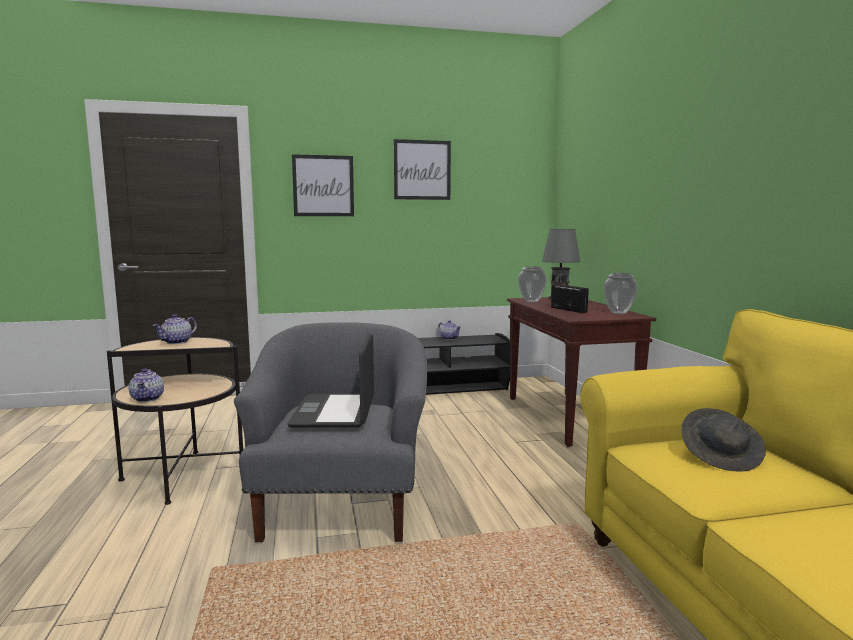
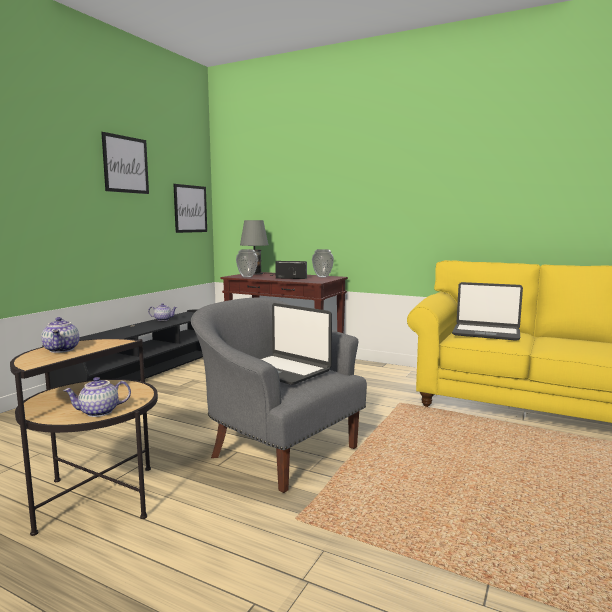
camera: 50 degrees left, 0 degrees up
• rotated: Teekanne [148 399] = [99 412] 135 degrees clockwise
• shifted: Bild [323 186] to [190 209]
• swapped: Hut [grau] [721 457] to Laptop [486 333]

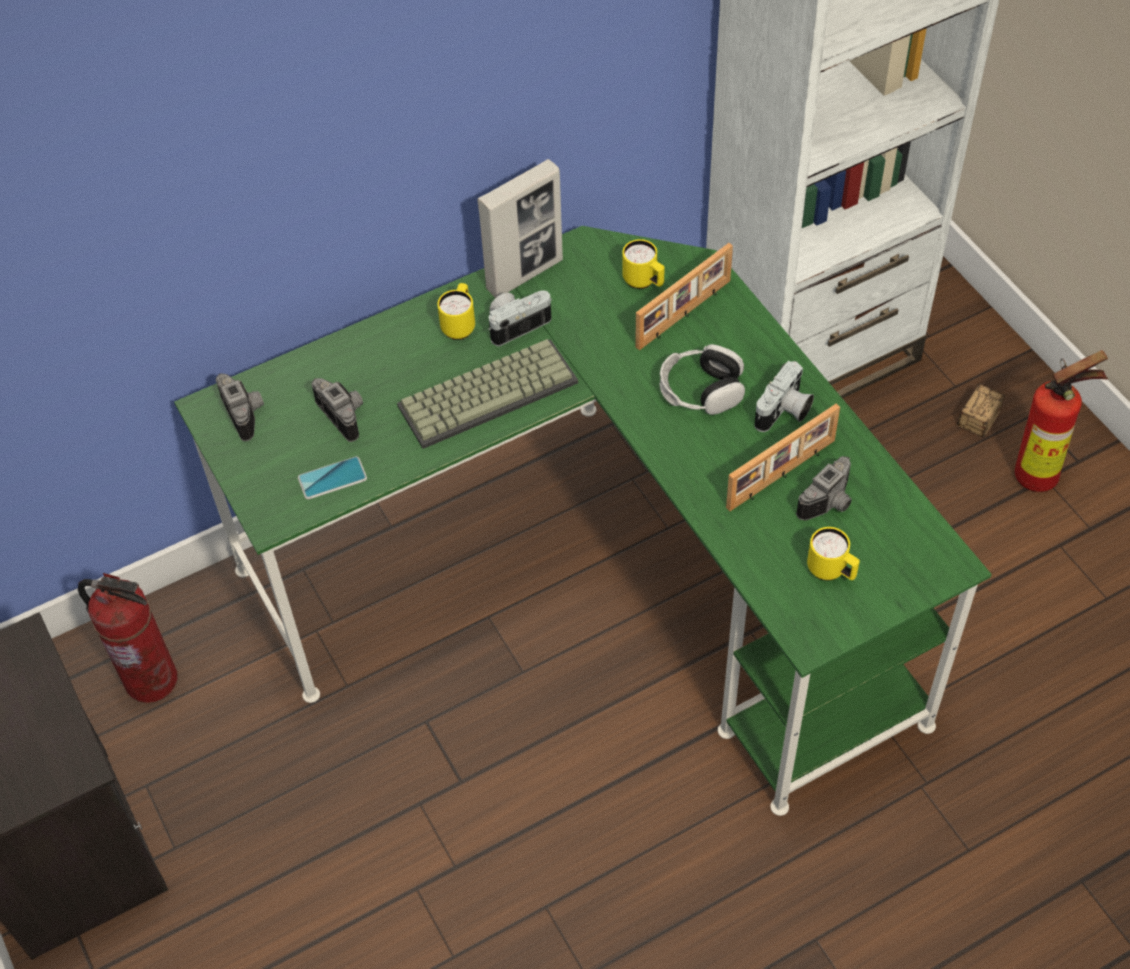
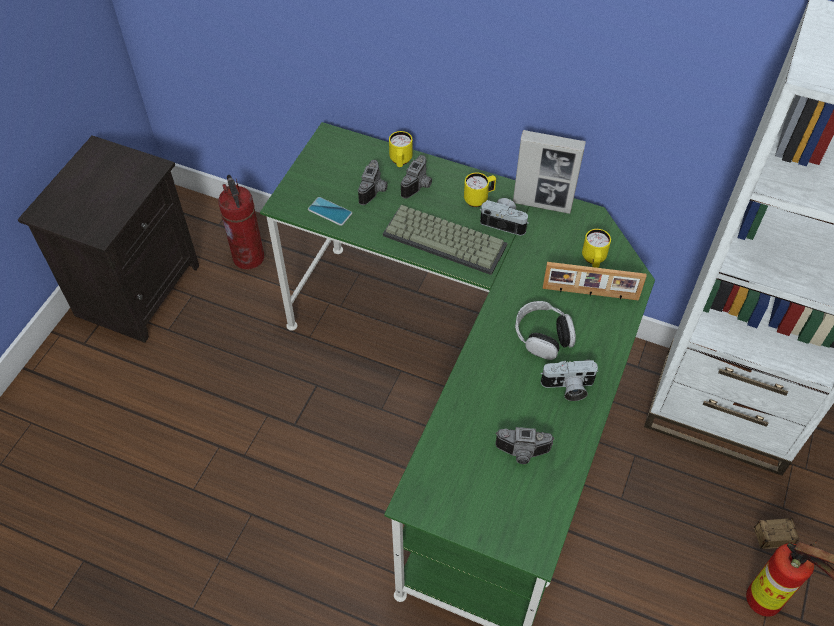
camera: 50 degrees right, 0 degrees up
• shifted: Henkelbecher [gelb] [831 571] to [400 161]
• shifted: Kamera [247 413] to [419 186]
• gone: Bilderrahmen [782 475]

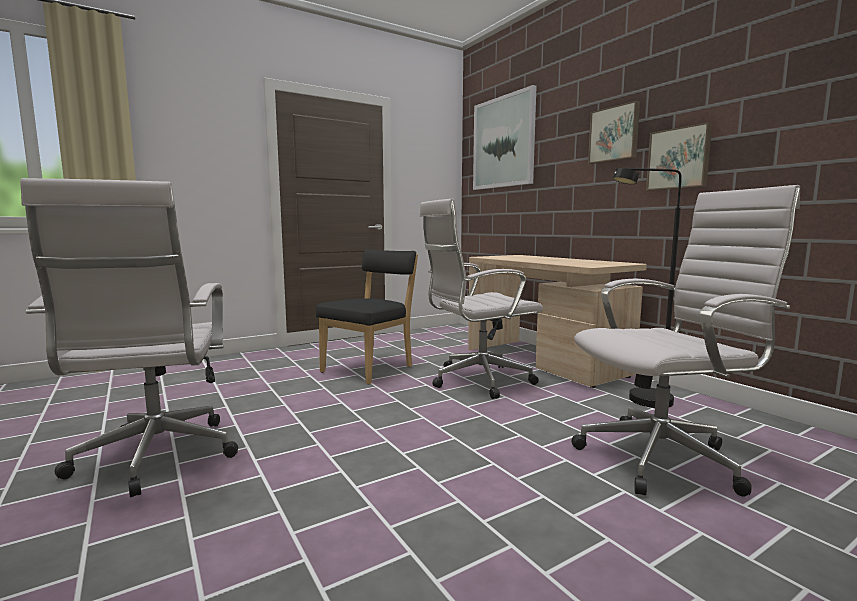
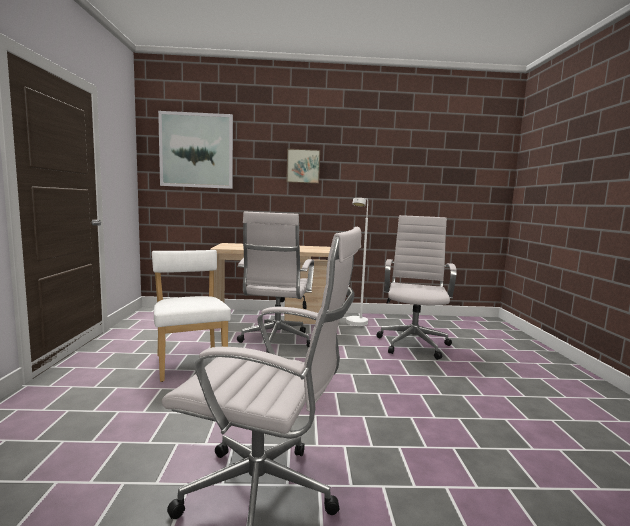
camera: 60 degrees left, 0 degrees up
• repainted: Stuhl [schwarz] [370 368] to Stuhl [weiß] [190 362]
• repainted: Stehlampe [schwarz] [640 402] to Stehlampe [weiß] [355 324]
• gone: Bild [679 158]

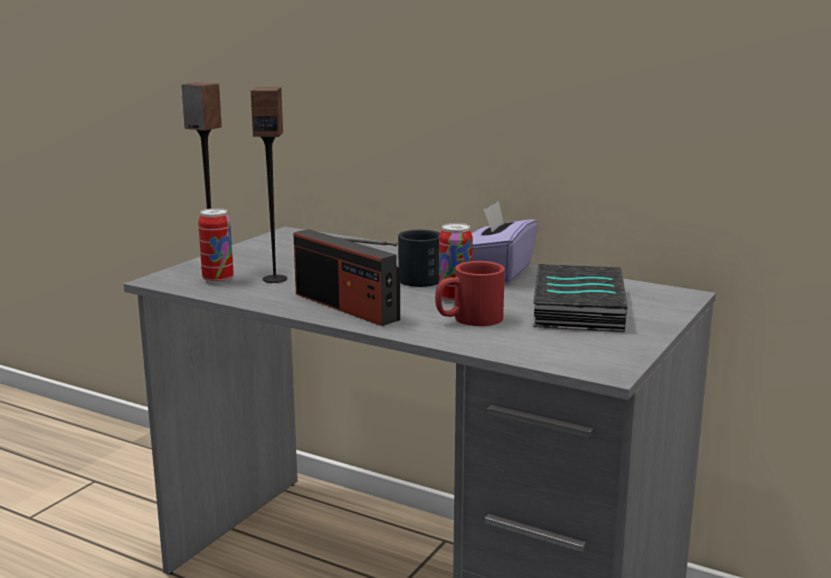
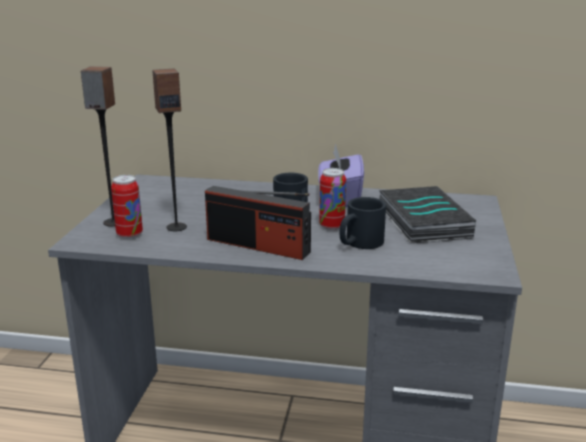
camera: 20 degrees left, 5 degrees up
• repainted: Henkelbecher [rot] [468 319] to Henkelbecher [schwarz] [359 244]

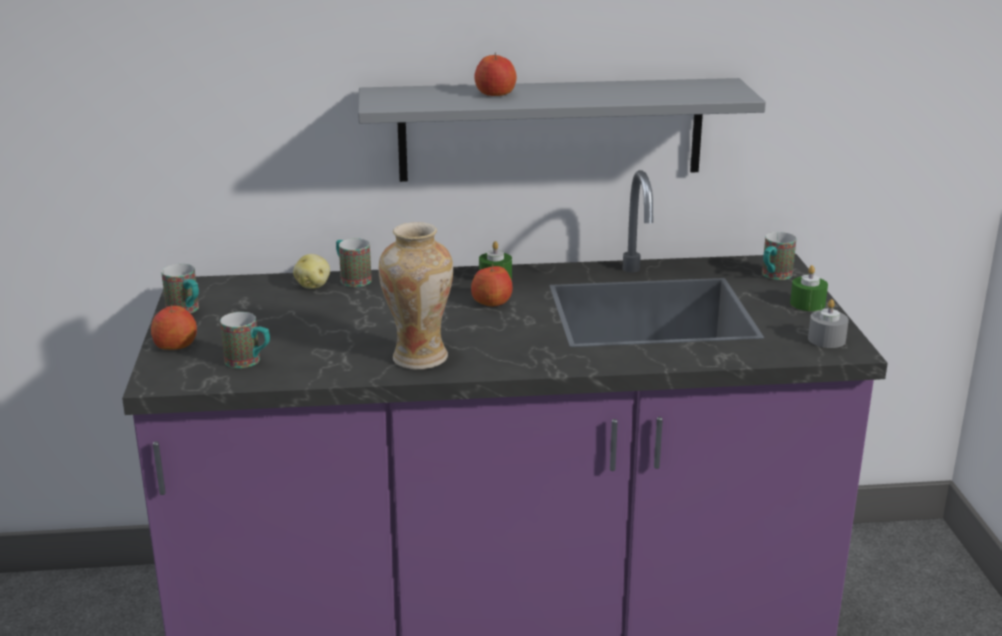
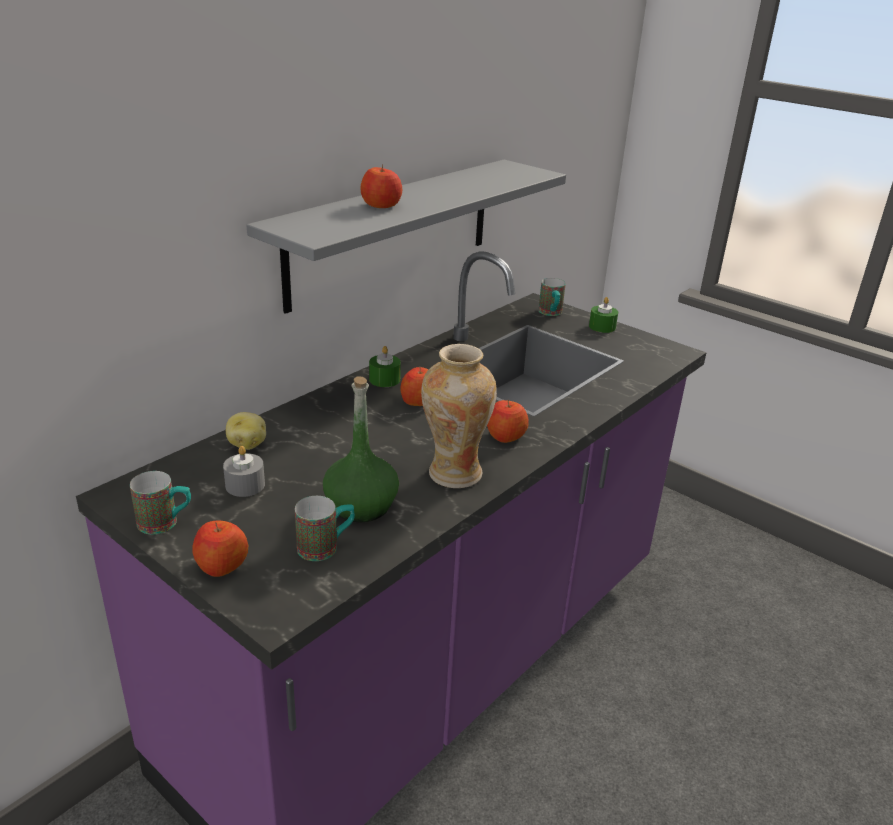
camera: 45 degrees left, 5 degrees up
• shifted: Kerze [grau] [826 339] to [245 485]
• new: Flasche [grün] [361 506]
• new: Apfel [505 436]
• gone: Henkelbecher [352 279]

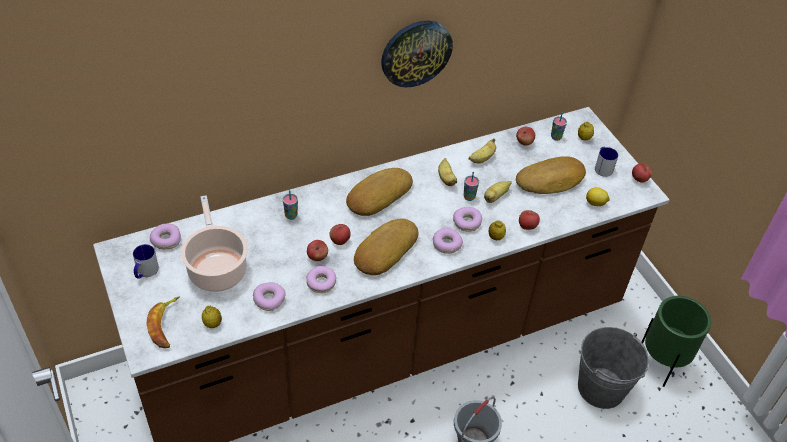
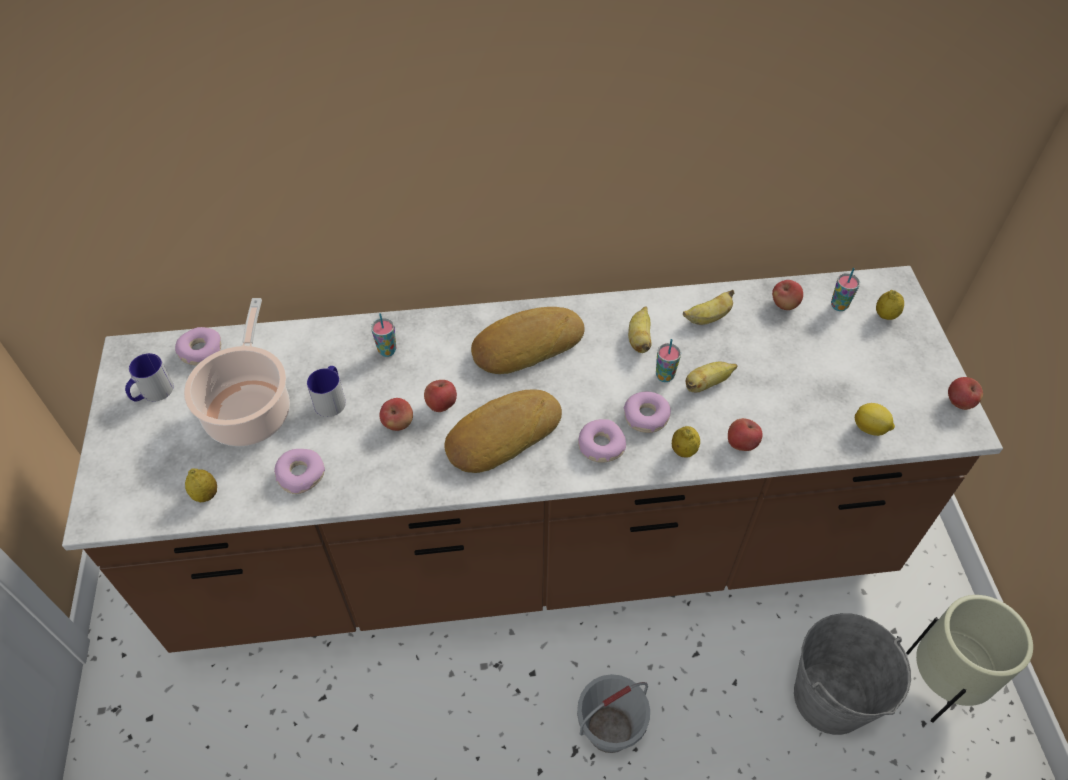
camera: 20 degrees right, 5 degrees up
• shifted: Henkelbecher [602 167] to [331 399]
• repainted: Pflanzkübel [grün] [661 364] to Pflanzkübel [beige] [938 683]
• gone: Banane [165 325]
• gone: Donut [321 282]
• gone: Wanduhr [416 53]
• gone: Brot [551 180]

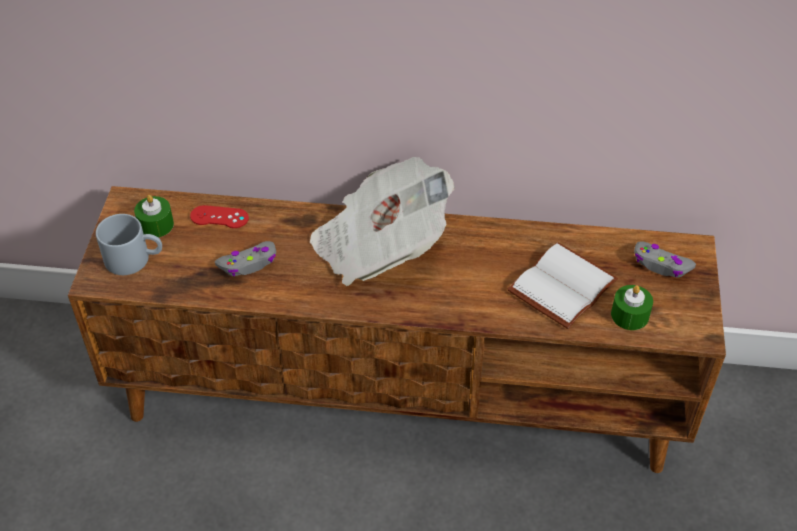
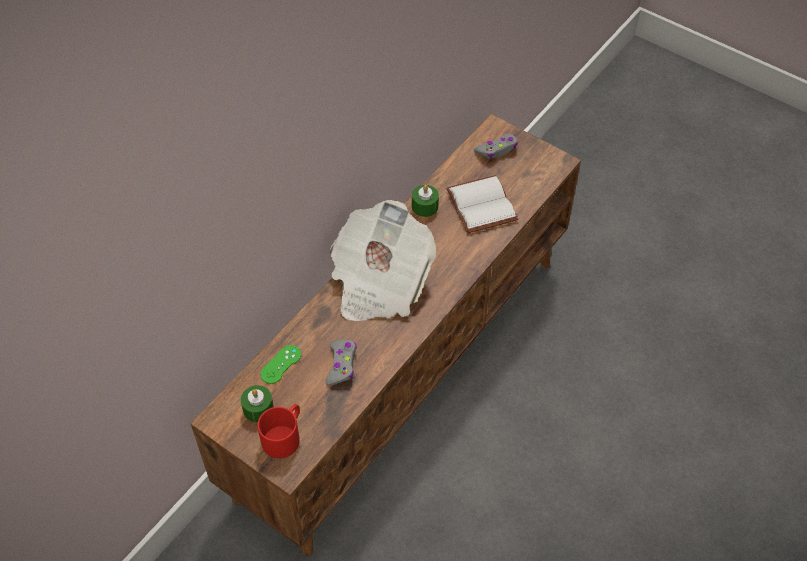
camera: 60 degrees left, 5 degrees up
• repainted: Henkelbecher [grau] [135 258] to Henkelbecher [rot] [284 435]
• repainted: Gamepad [rot] [219 217] to Gamepad [grün] [281 364]
• shifted: Kerze [grün] [630 315] to [425 206]

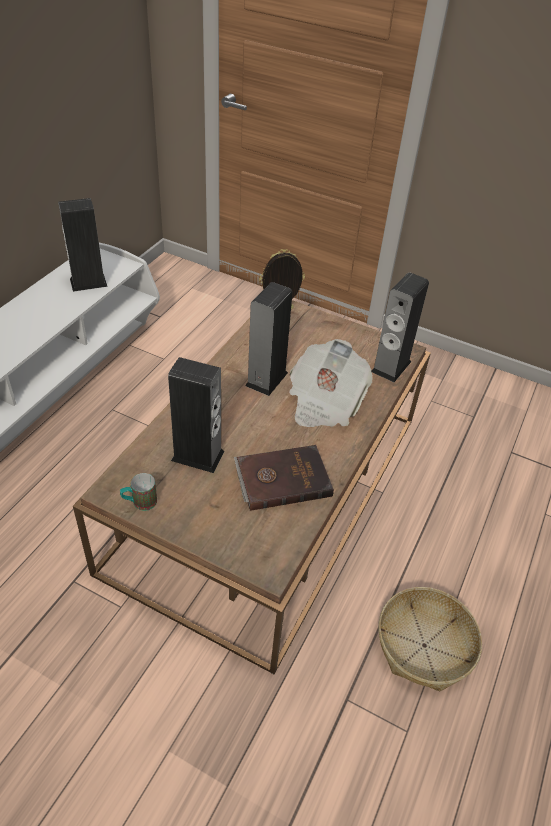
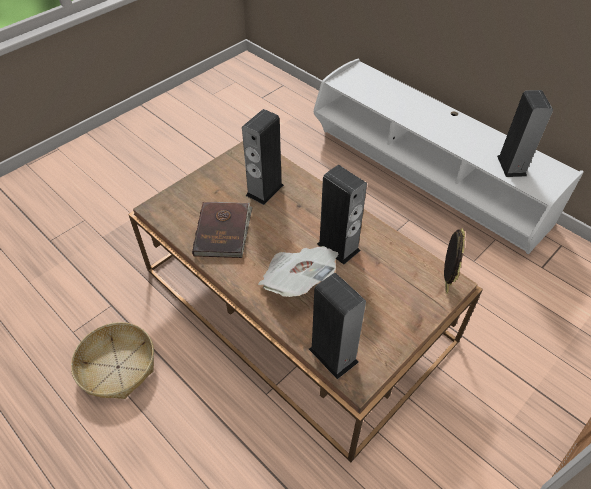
camera: 110 degrees right, 5 degrees up
• gone: Henkelbecher [139 503]

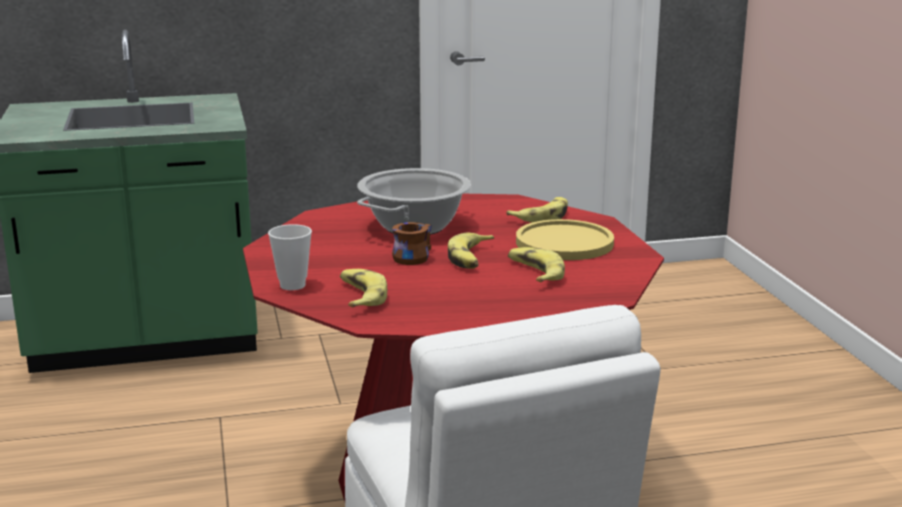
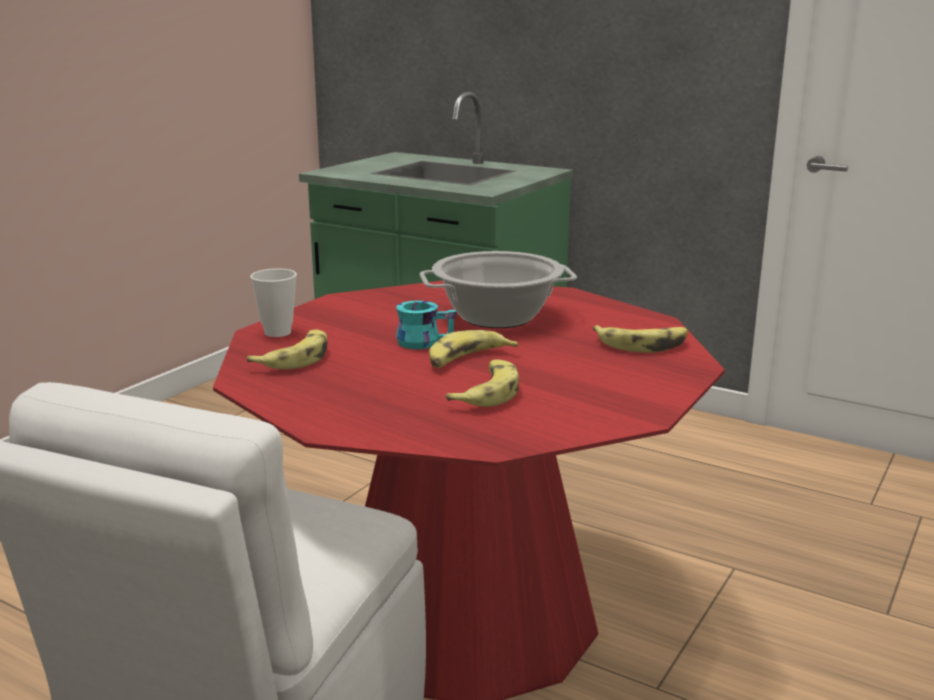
camera: 45 degrees right, 0 degrees up
• repainted: Henkelbecher [braun] [411 256] to Henkelbecher [türkis] [424 341]
• gone: Teller [gelb] [564 243]

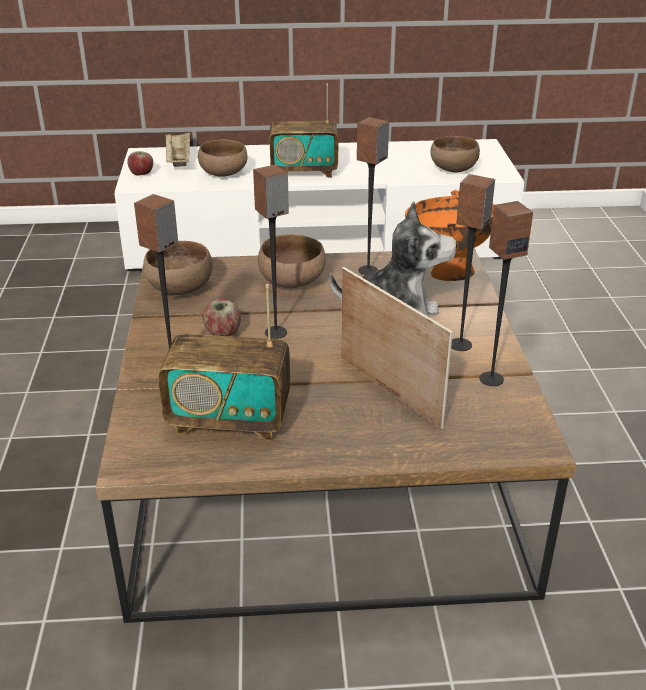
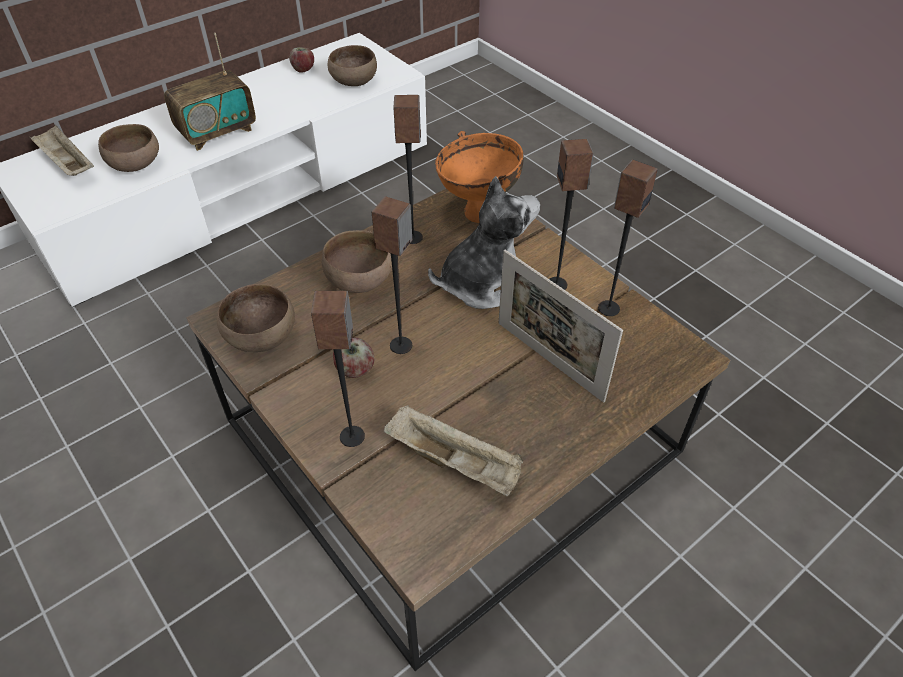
camera: 35 degrees left, 15 degrees up
• shifted: Apfel [142 174] to [303 69]
• swapped: Radio [229 420] to Tablett [beige] [455 462]
• rotated: Bilderrahmen [389 391] = [549 360] 150 degrees counterclockwise

